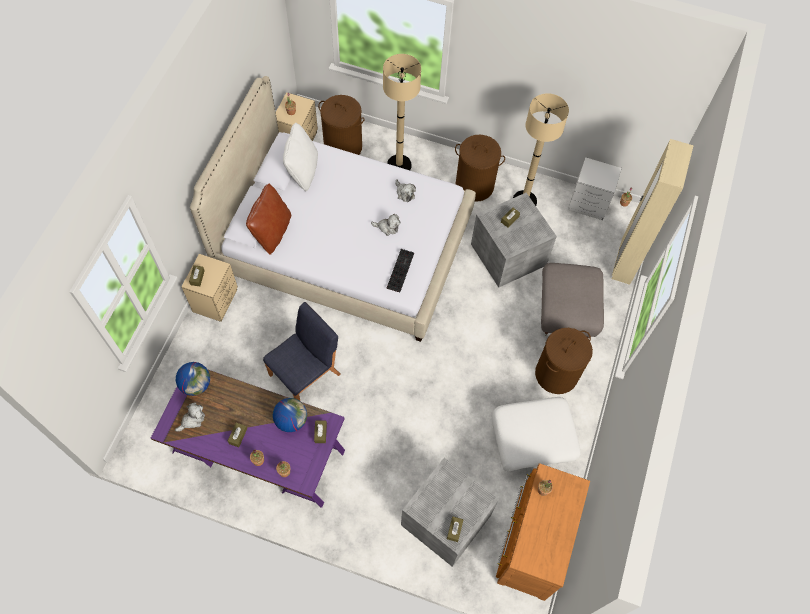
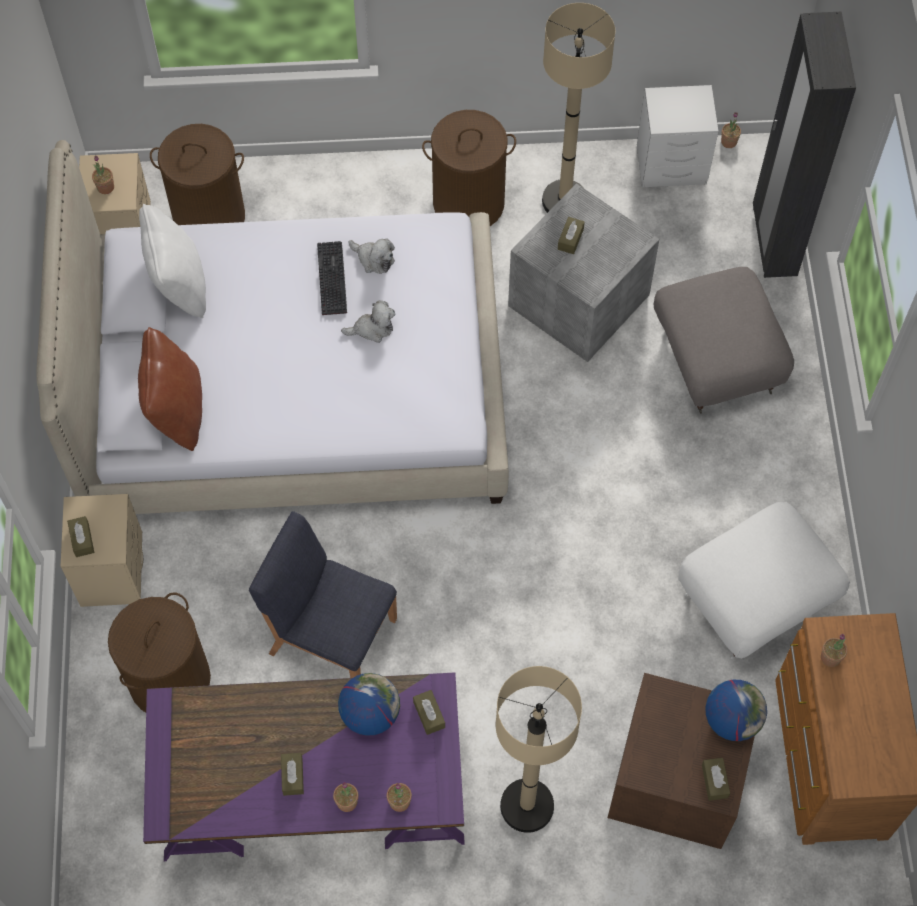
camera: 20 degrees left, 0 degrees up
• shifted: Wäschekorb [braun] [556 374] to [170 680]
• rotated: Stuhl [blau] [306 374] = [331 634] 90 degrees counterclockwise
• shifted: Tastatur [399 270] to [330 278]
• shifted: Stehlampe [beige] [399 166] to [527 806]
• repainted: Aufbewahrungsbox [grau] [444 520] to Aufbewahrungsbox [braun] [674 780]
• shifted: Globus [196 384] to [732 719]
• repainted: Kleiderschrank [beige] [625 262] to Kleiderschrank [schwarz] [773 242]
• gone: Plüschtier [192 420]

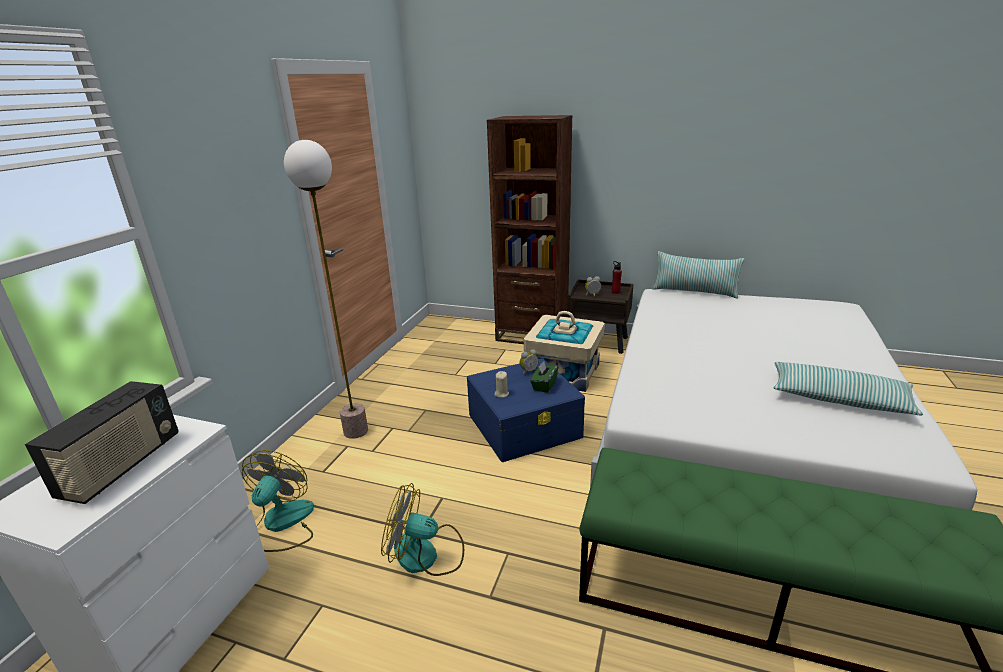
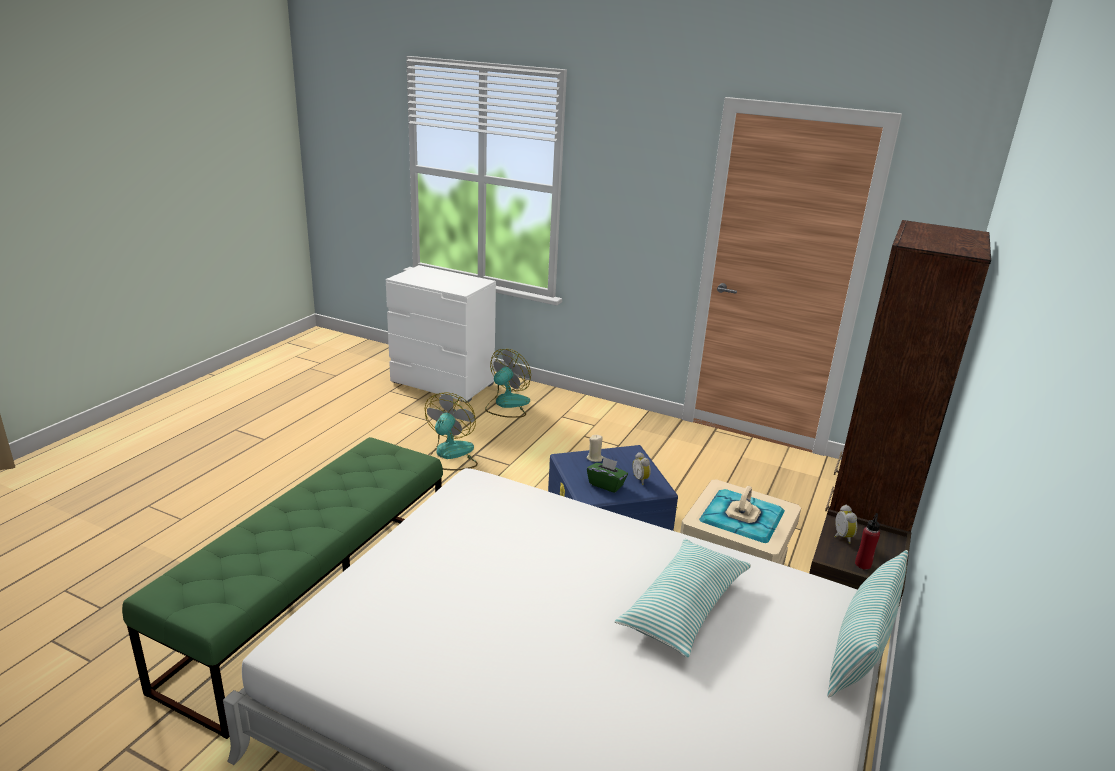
camera: 95 degrees right, 0 degrees up
• rotated: Ventilator [282 524] = [507 405] 75 degrees counterclockwise
• shifted: Kissen [839 398] to [684 607]
• gone: Radio [122 466]
• gone: Stehlampe [355 431]

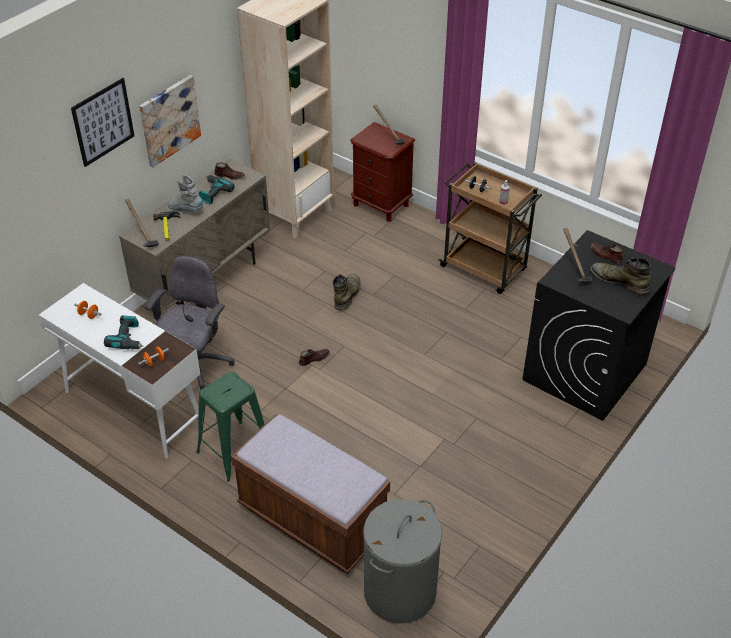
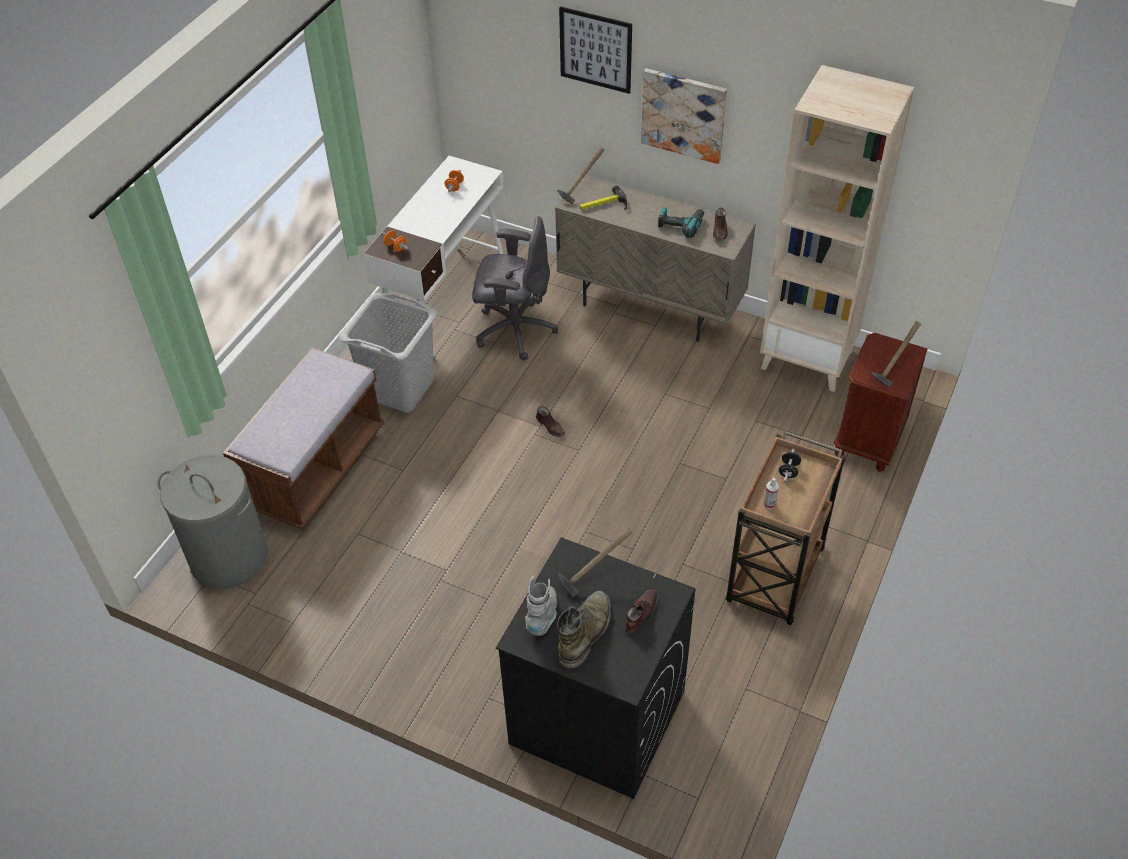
camera: 80 degrees right, 5 degrees up
• swapped: Hocker [grün] [234 451] to Wäschekorb [grau] [400 388]
• shifted: Stiefel [grau] [186 210] to [543 616]
• gone: Bohrmaschine [128 338]
• gone: Stiefel [grün] [347 294]

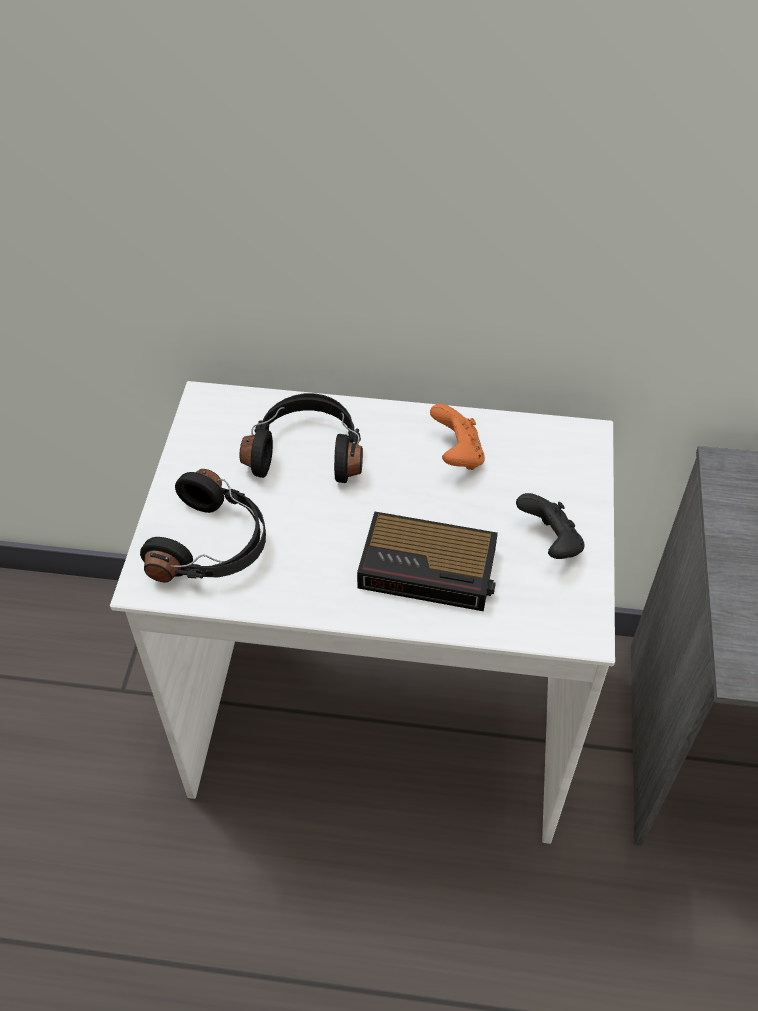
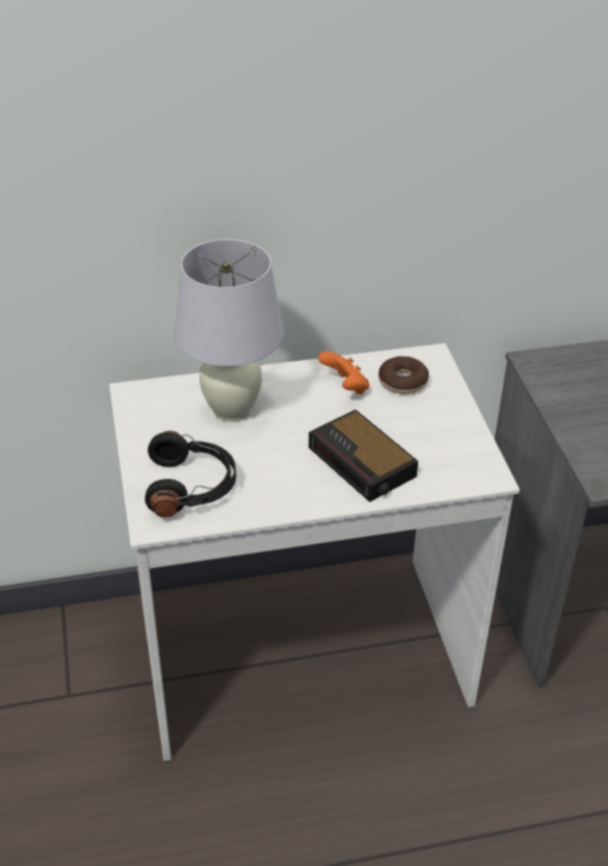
camera: 20 degrees left, 10 degrees down
• swapped: Kopfhörer [schwarz] [307 451] to Tischlampe [weiß] [231 409]
• rotated: Wecker [430 569] = [363 463] 60 degrees clockwise
• new: Donut [402 382]
• gone: Gamepad [schwarz] [550 543]

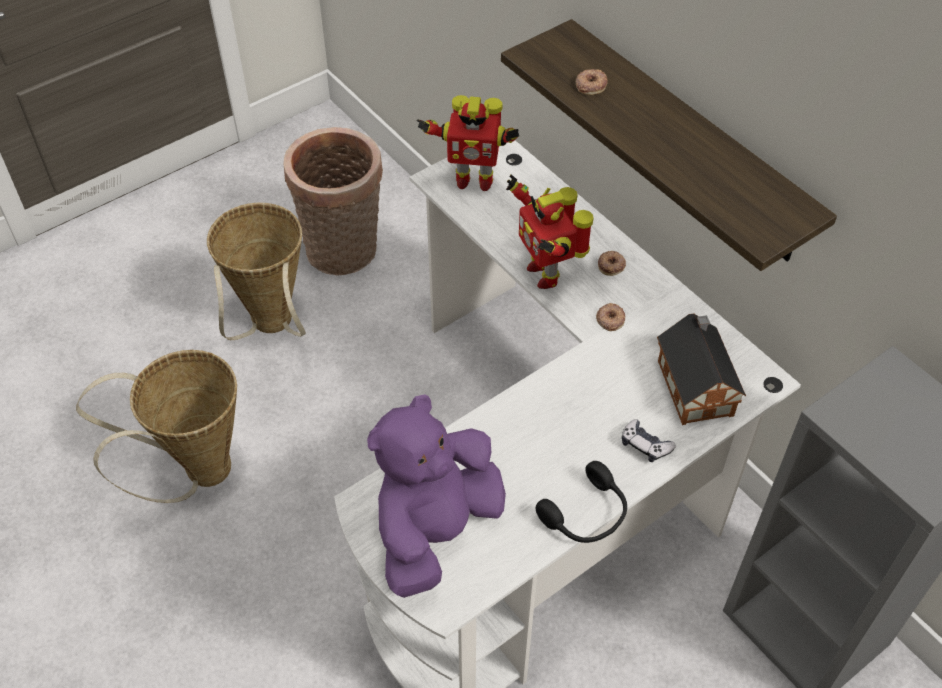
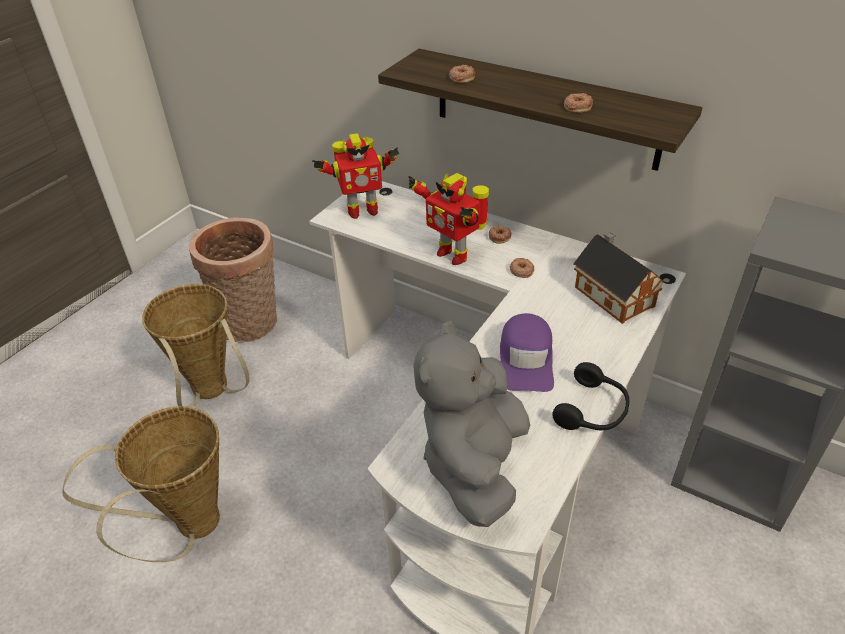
camera: 20 degrees left, 10 degrees down
• repainted: Plüschtier [lila] [435 530] to Plüschtier [grau] [474 465]
• new: Kappe [lila] [526 360]
• new: Donut [577 106]
• gone: Gamepad [645 445]

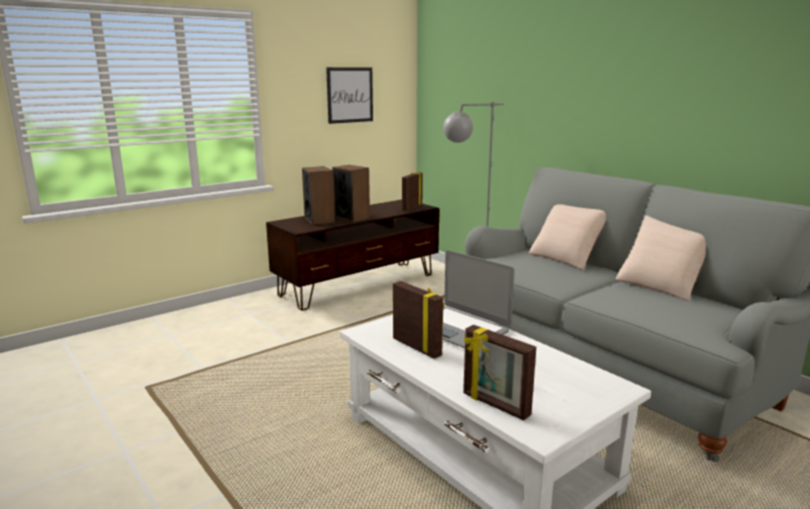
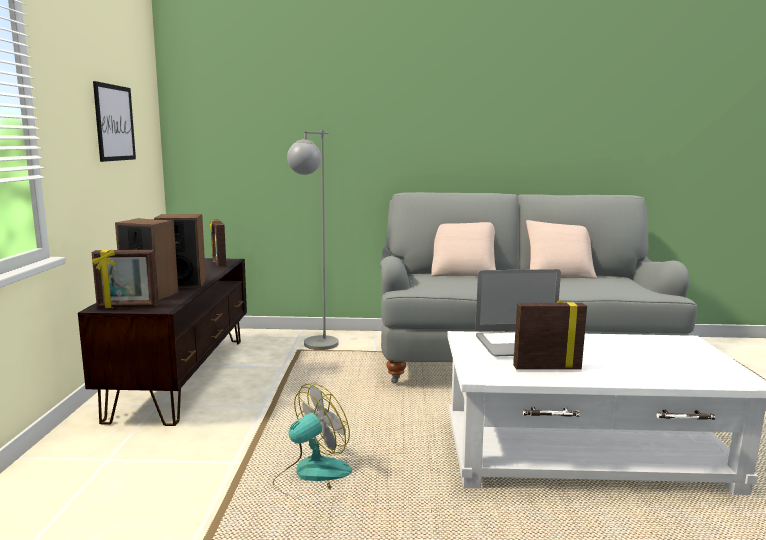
camera: 50 degrees left, 5 degrees down
• shifted: Bilderrahmen [495 405] to [127 307]
• new: Ventilator [311 476]

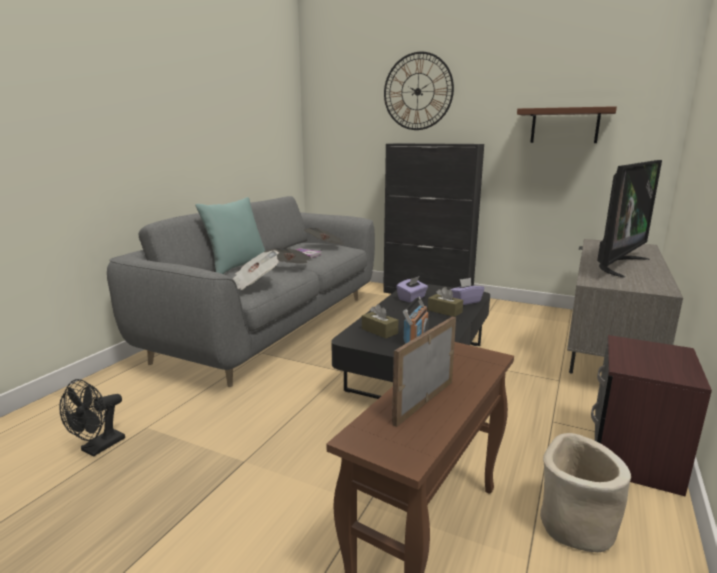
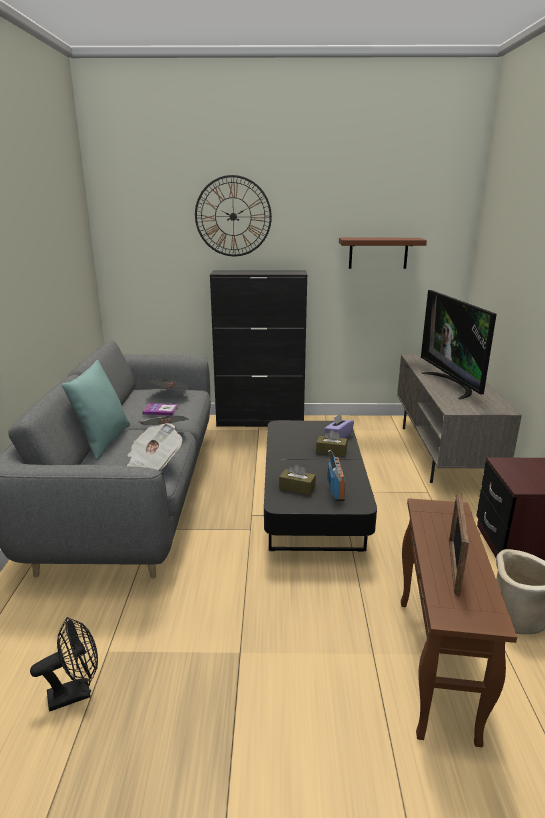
camera: 25 degrees left, 5 degrees up
• rotated: Ventilator [schwarz] [98 448] = [76 692] 120 degrees counterclockwise
• rotated: Fernseher [617 265] = [452 384] 150 degrees clockwise
• gone: Taschentuchbox [lila] [412 298]

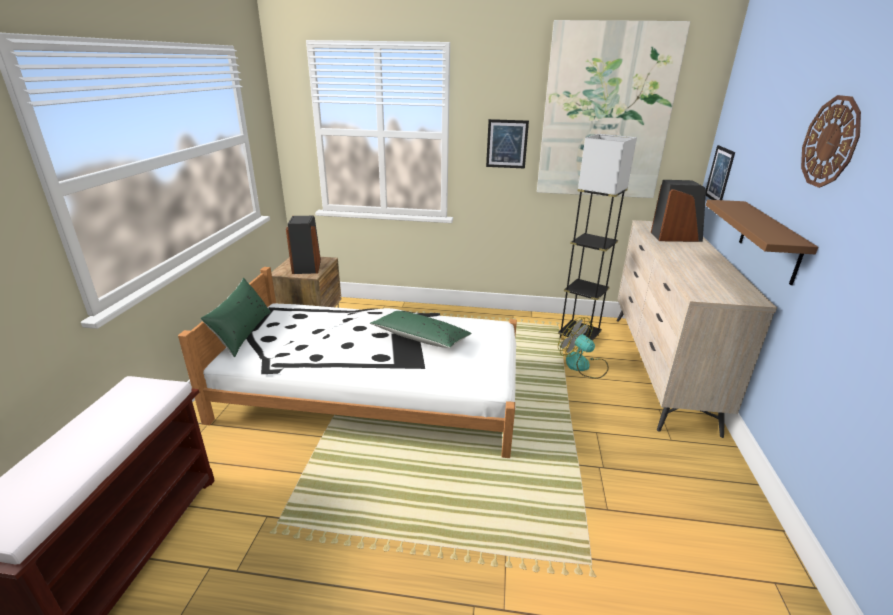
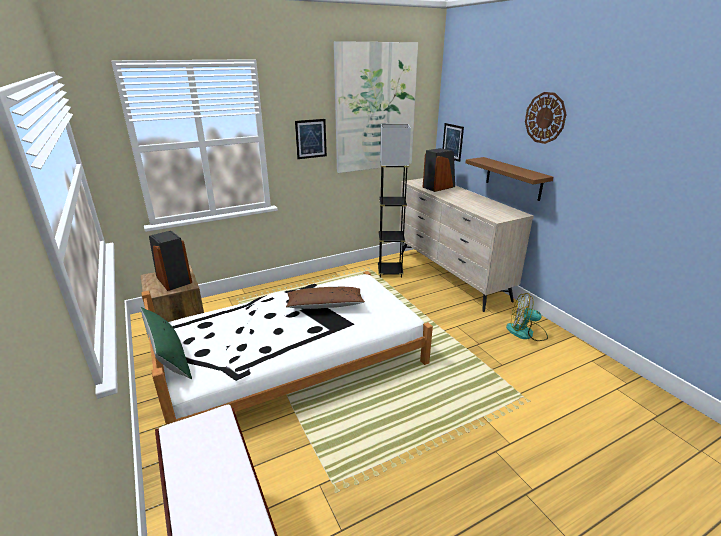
camera: 35 degrees left, 0 degrees up
• repainted: Kissen [grün] [421 338] to Kissen [braun] [325 305]
• shifted: Ventilator [583 366] to [526 332]

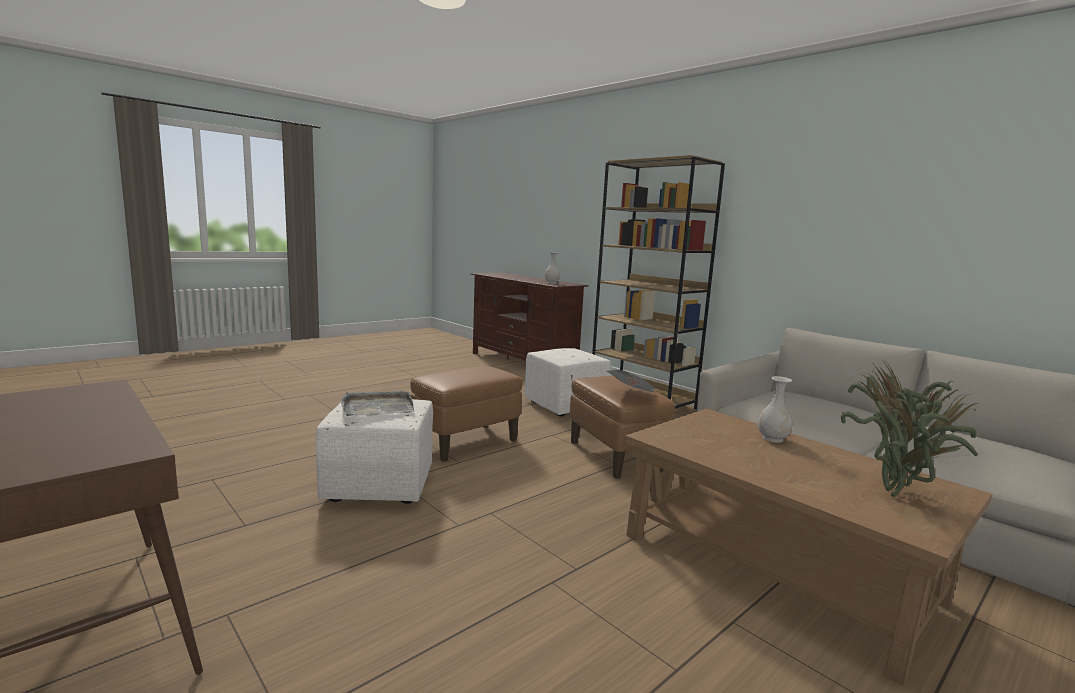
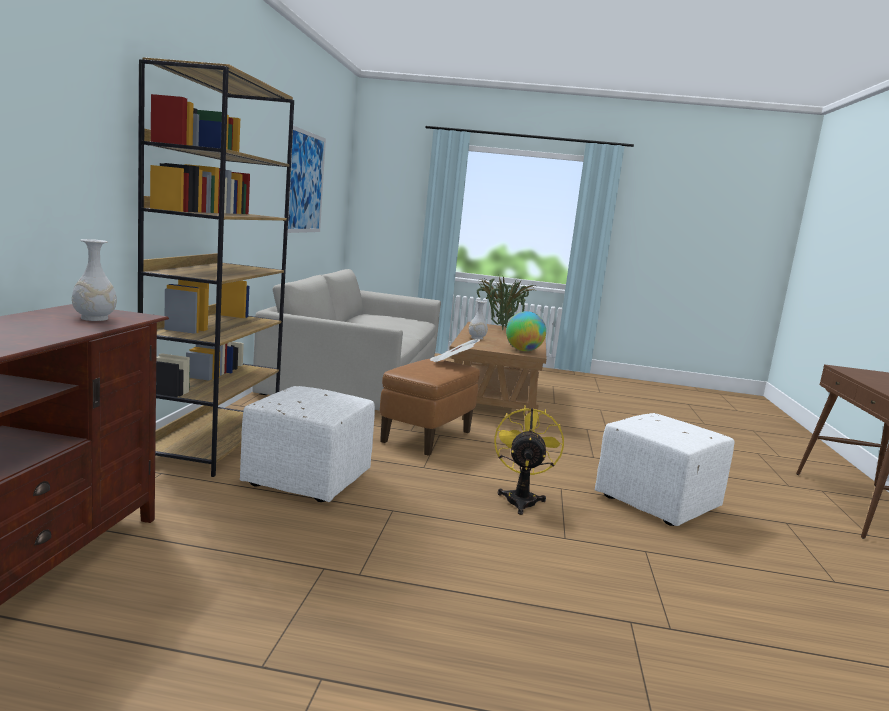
camera: 130 degrees left, 0 degrees up
• new: Bild [305 182]
• swapped: Polsterhocker [braun] [466 442] to Ventilator [gelb] [521 499]
• new: Globus [523 350]
• gone: Tablett [grau] [377 407]

